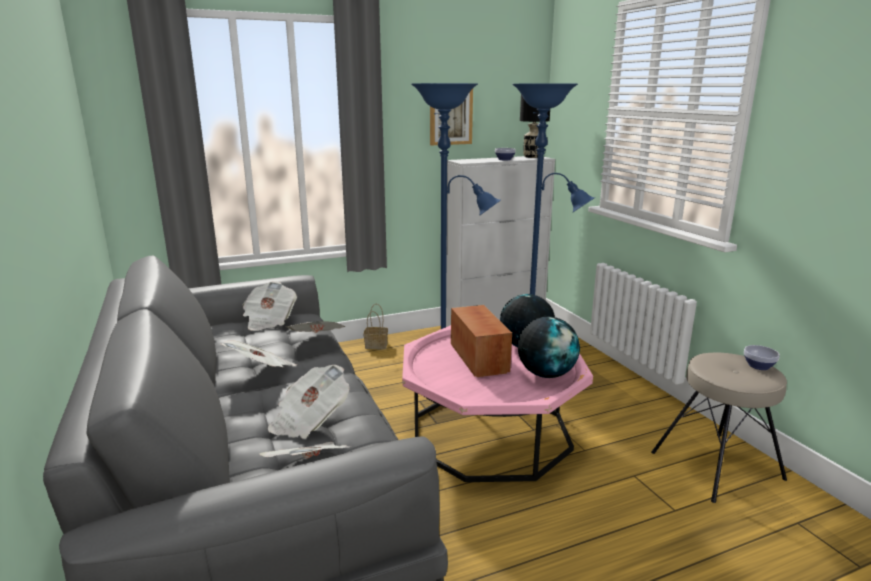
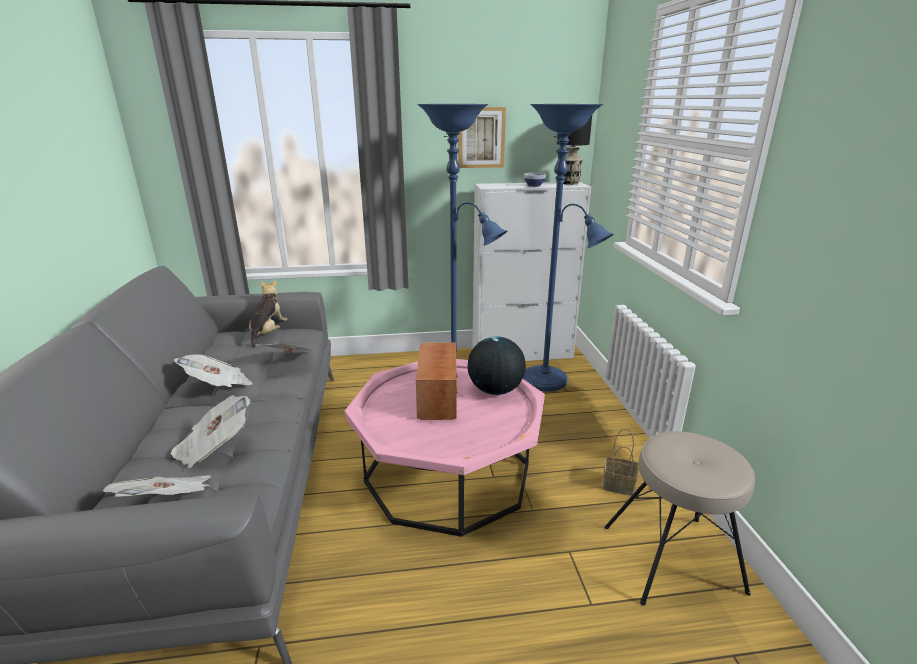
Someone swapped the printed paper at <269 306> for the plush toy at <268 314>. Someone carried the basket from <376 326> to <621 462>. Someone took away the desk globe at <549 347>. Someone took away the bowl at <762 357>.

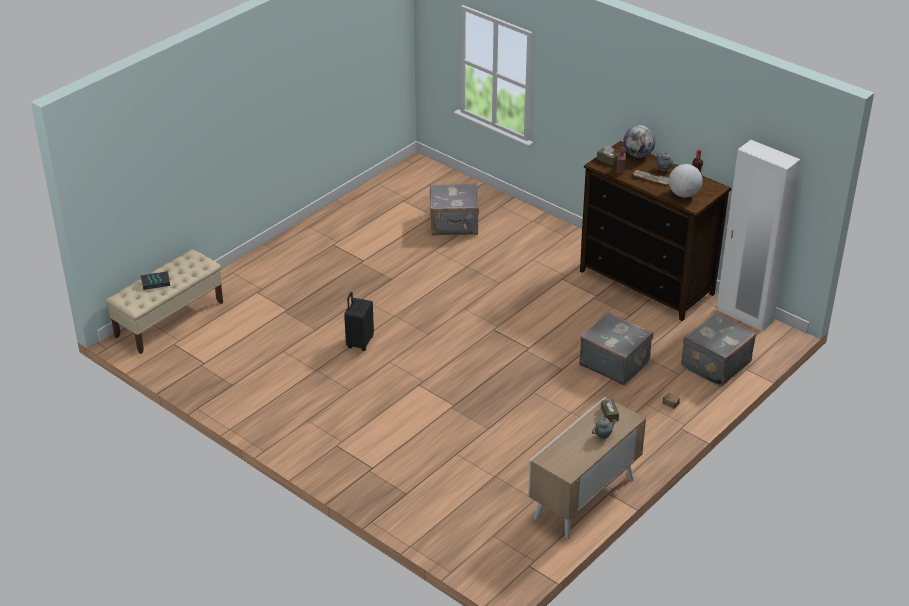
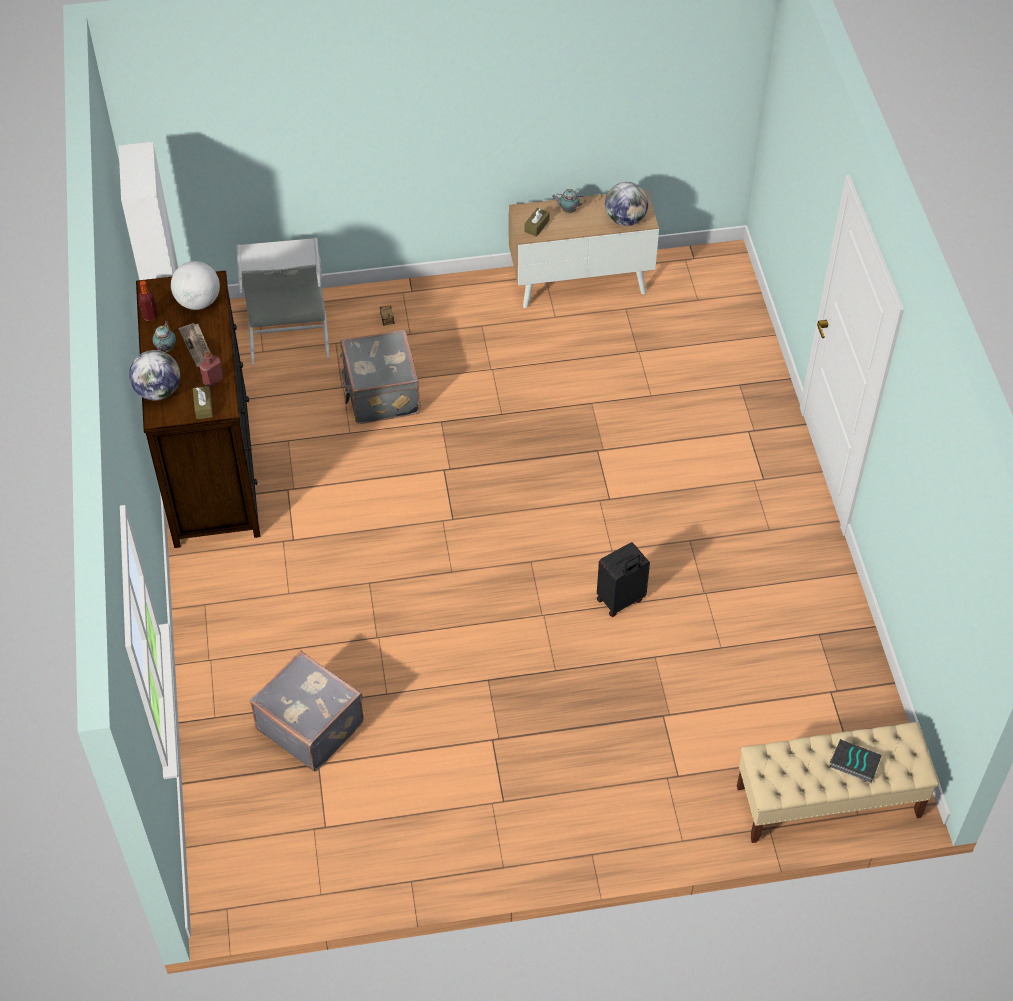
Someone swapped the greyish piece of luggage at <718 349> for the greyish washing basket at <282 301>. Someone put down the desk globe at <626 204>.

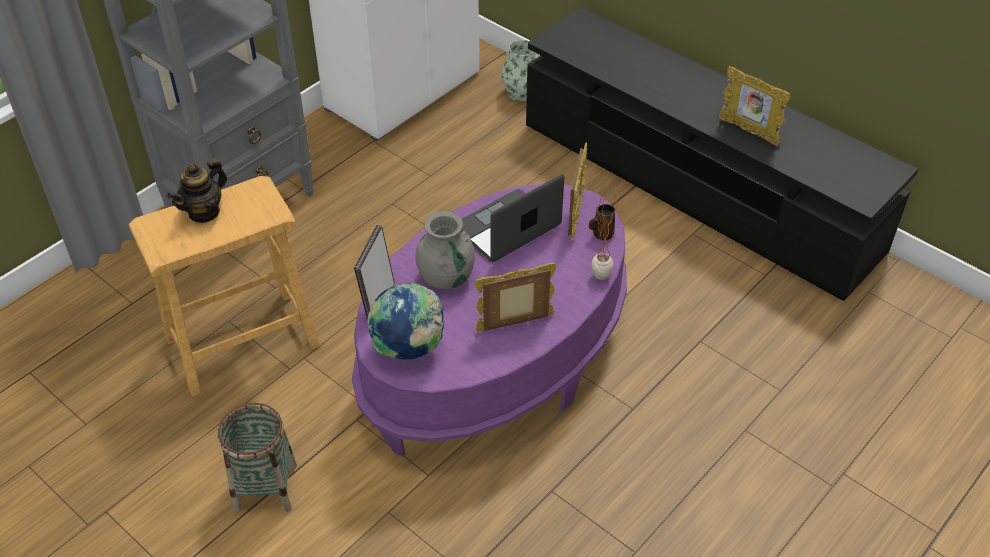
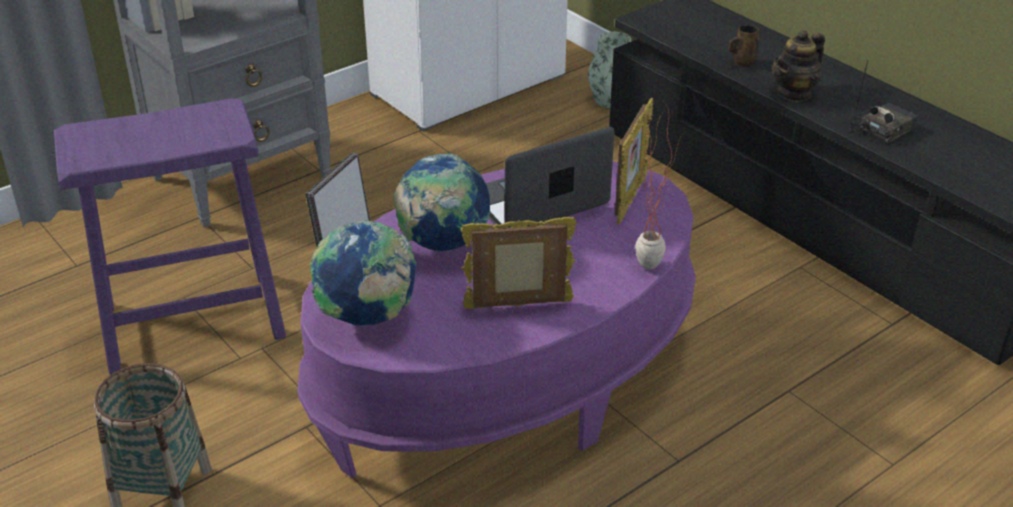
Someone swapped the standing frame at <755 106> for the radio set at <883 101>. Someone carried the tea pot from <197 190> to <799 66>. Someone repainted the beige-coloured stool at <224 286>, which became the purple-coloured stool at <170 236>. Someone carried the brown tea mug from <602 222> to <743 46>. Someone swapped the greyish decorative vase at <445 250> for the desk globe at <441 202>.

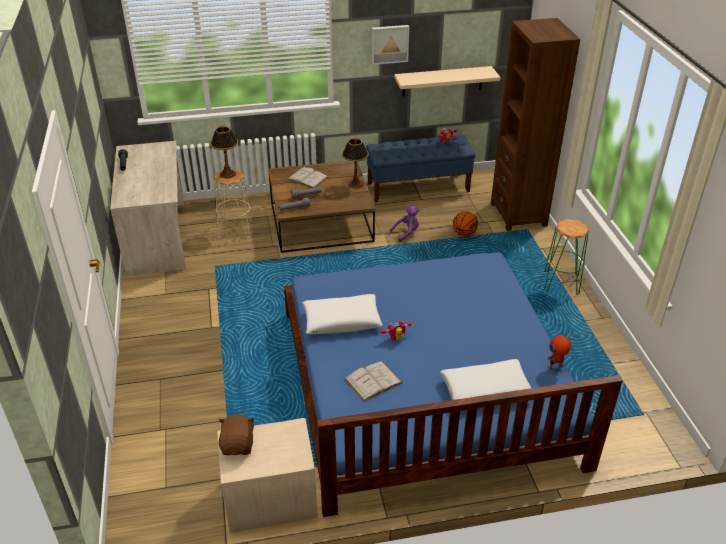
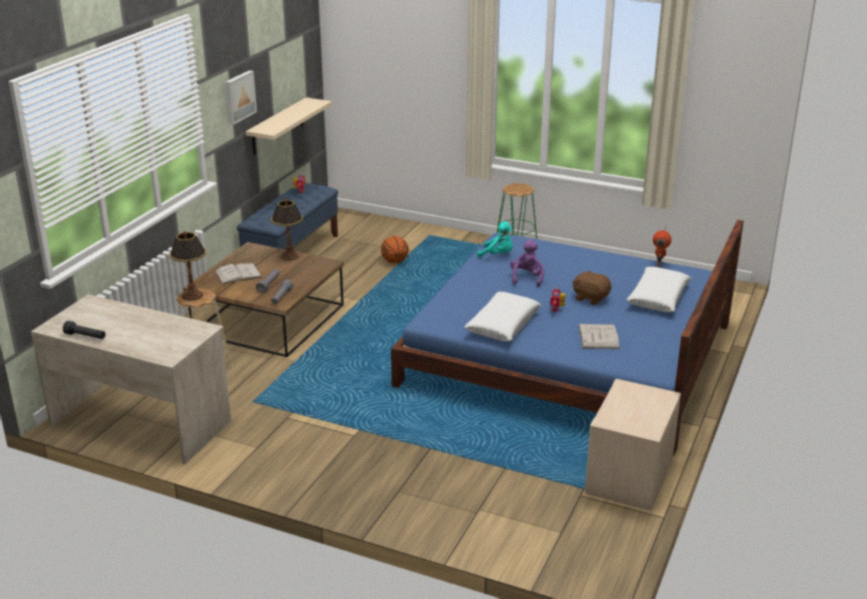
Someone took away the brown bookshelf at <535 124>. Someone carried the purple-coloured plush toy from <404 224> to <527 263>. Someone carried the brown plush toy from <236 434> to <591 287>. Someone put down the turquoise plush toy at <495 239>.

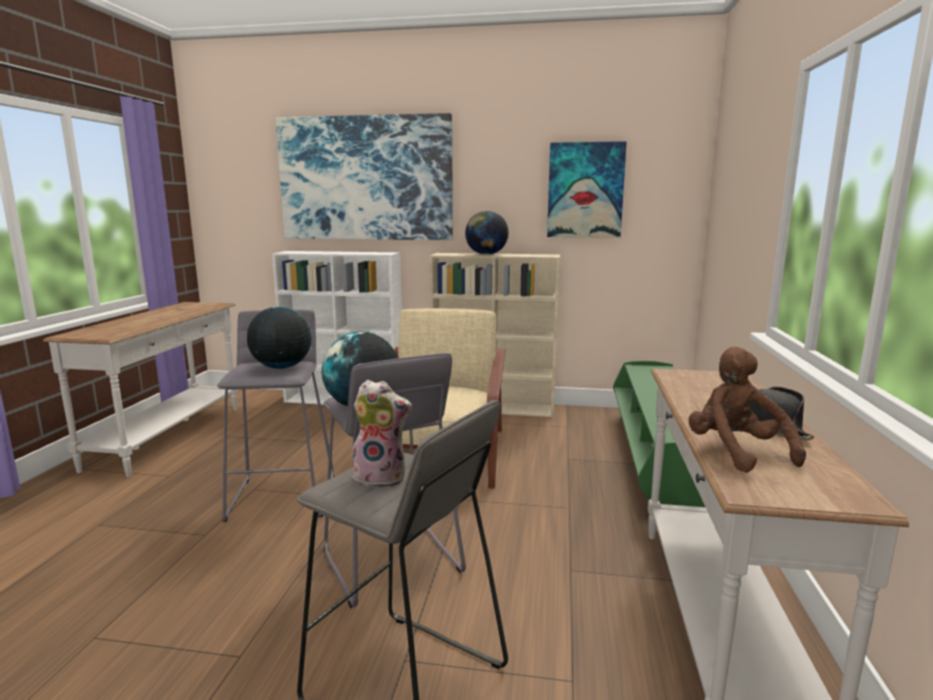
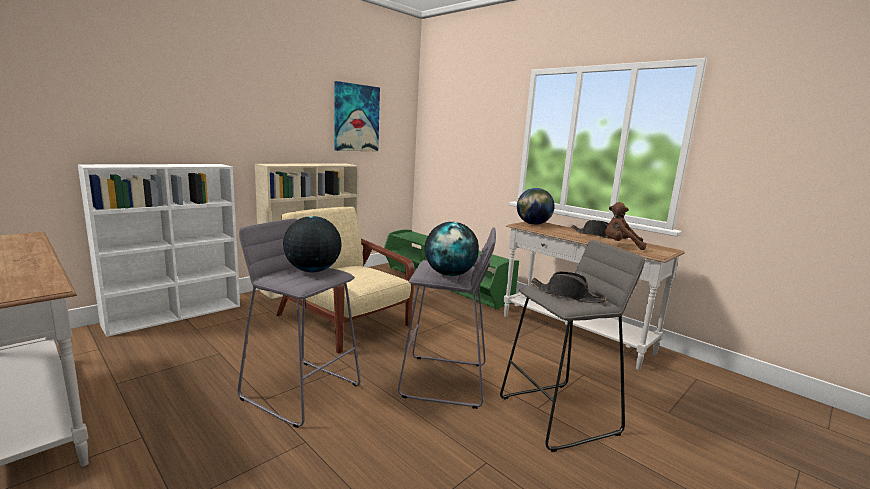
Someone took away the wall art at <364 176>. Someone carried the desk globe from <486 233> to <536 206>. Someone swapped the plush toy at <382 434> for the black-coloured hat at <569 287>.

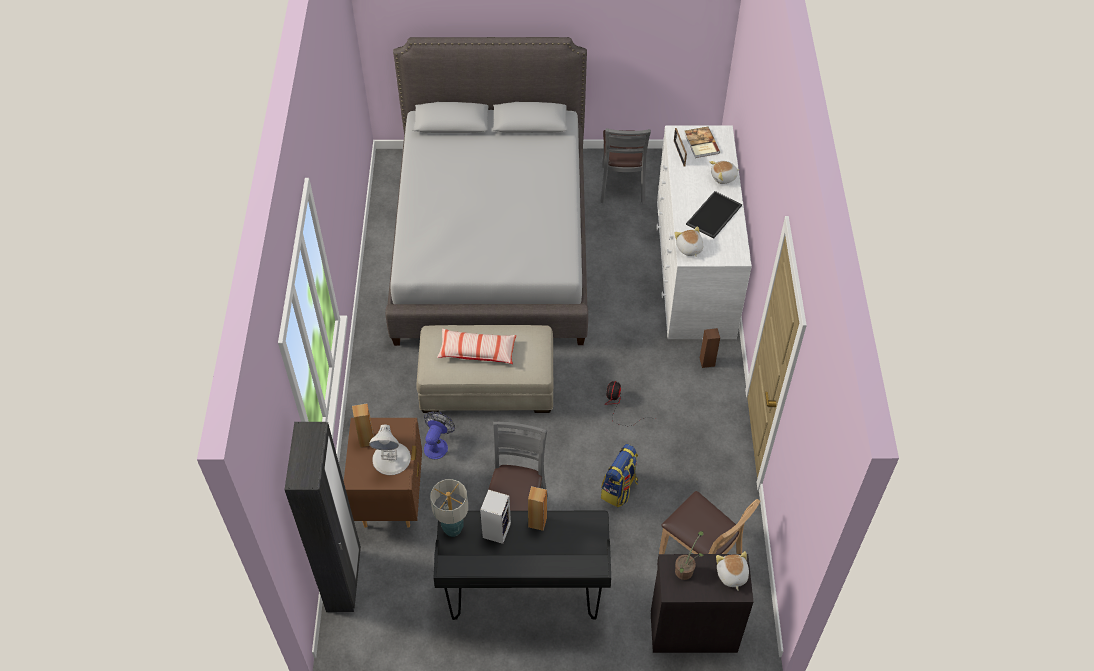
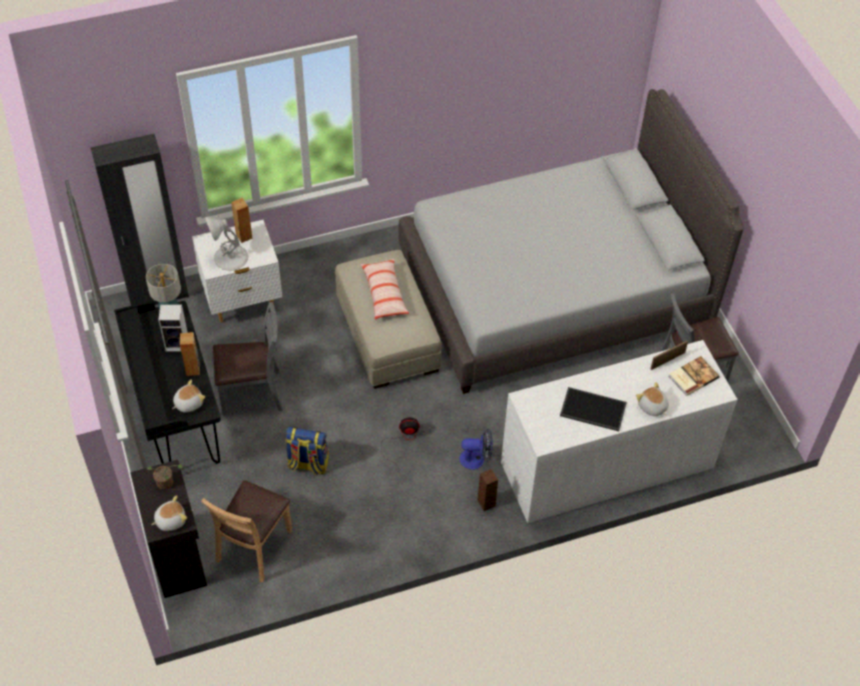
Someone carried the plush toy from <688 241> to <188 396>. Someone carried the electric fan from <439 435> to <476 449>. Someone repainted the brown nightstand at <383 473>, which became the white nightstand at <237 271>.

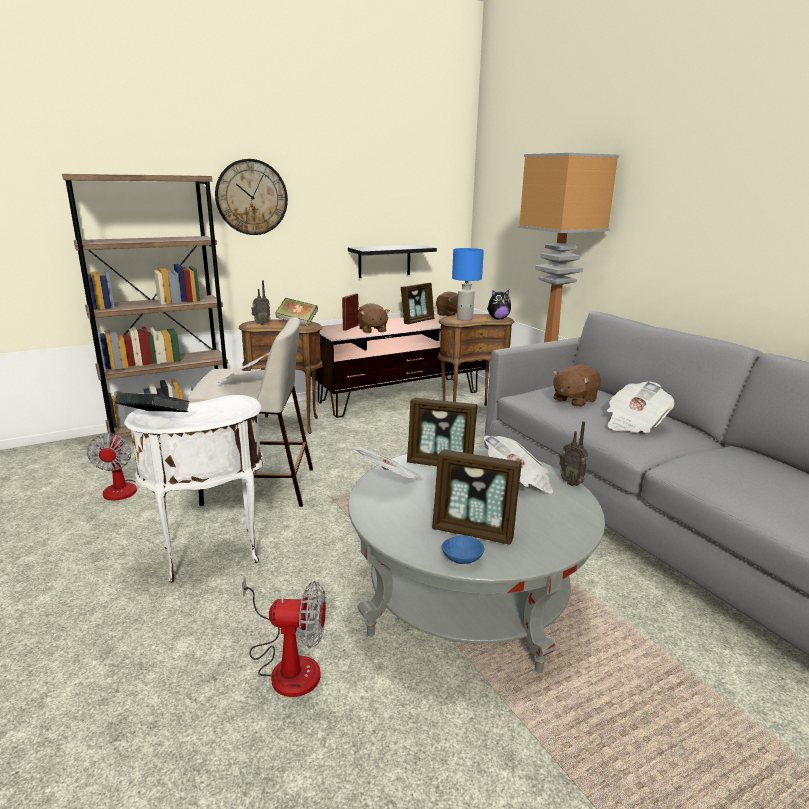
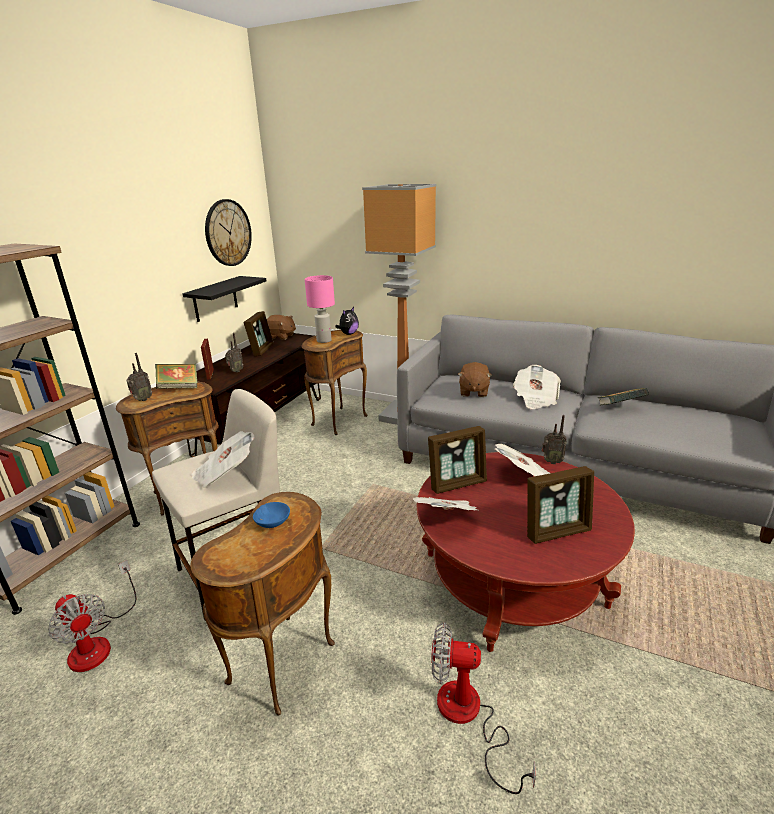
Someone carried the hanging clock from <251 197> to <228 232>. Someone repainted the bluish tabletop lamp at <468 284>, which became the pink tabletop lamp at <320 309>. Someone swapped the brown plush toy at <374 318> for the radio set at <234 352>. Someone carried the book from <152 402> to <623 396>. Someone repainted the white end table at <194 489>, which became the brown end table at <262 603>. Someone repainted the greyish coffee table at <476 560>, which became the reddish coffee table at <525 552>. Someone carried the bluish bowl from <463 549> to <271 515>. Someone rotated the electric fan at <284 637> by 135 degrees counterclockwise.

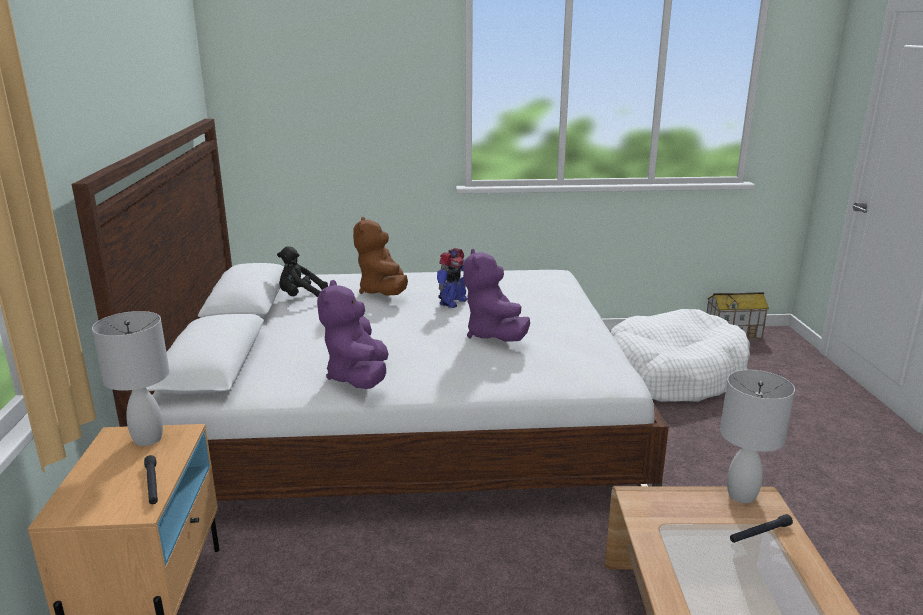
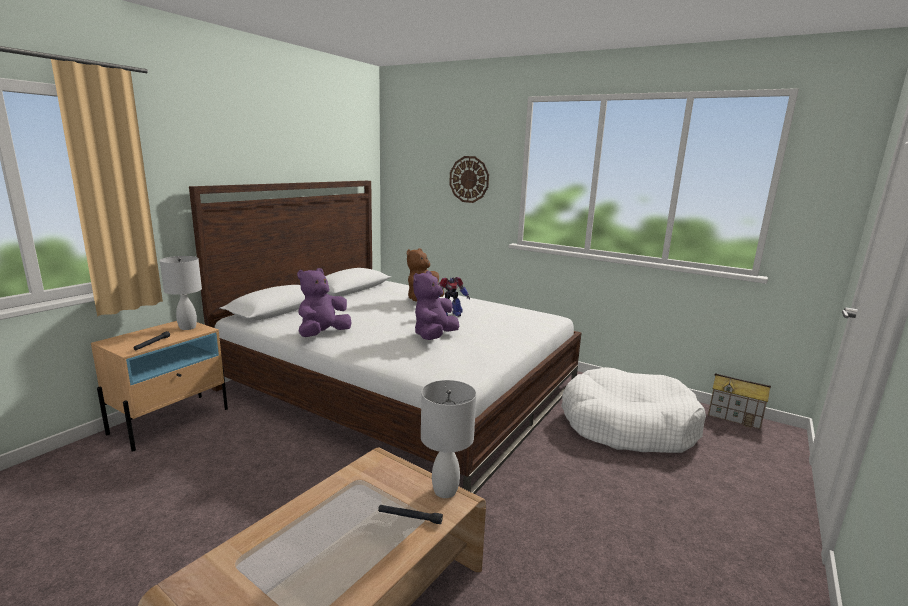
Someone took away the black-coloured plush toy at <302 271>. Someone put up the hanging clock at <469 179>.

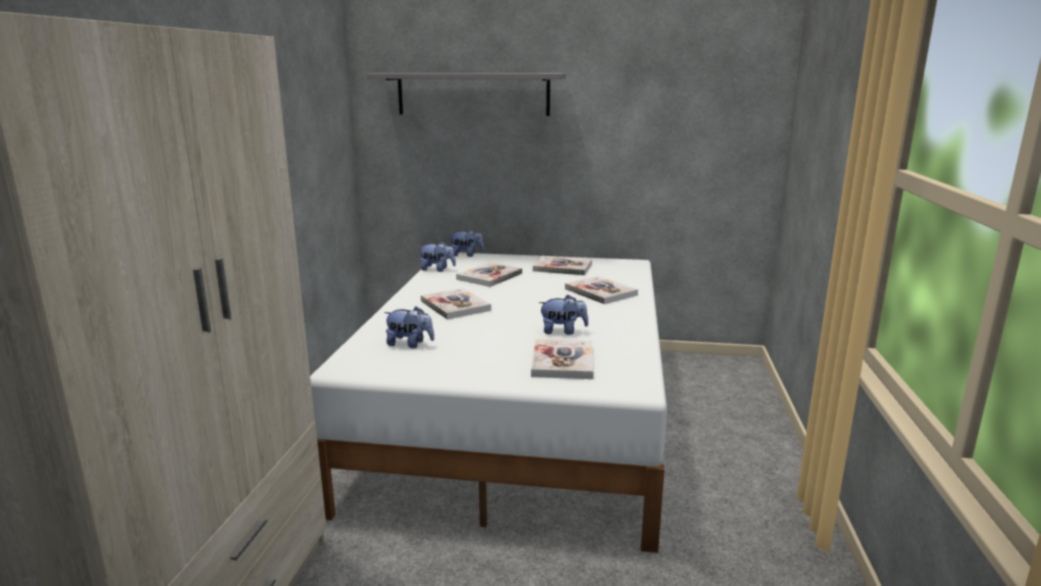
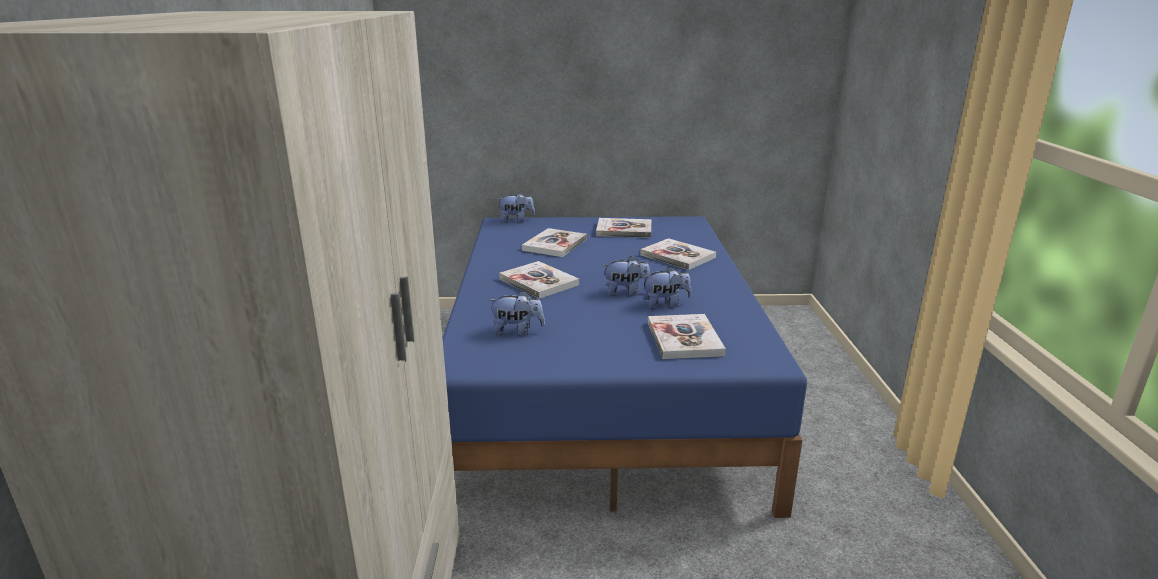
Someone took away the greyish shelf at <466 94>. Someone carried the plush toy from <437 257> to <626 276>. Someone repainted the white bedroom bed at <488 403>, which became the bluish bedroom bed at <624 367>.

